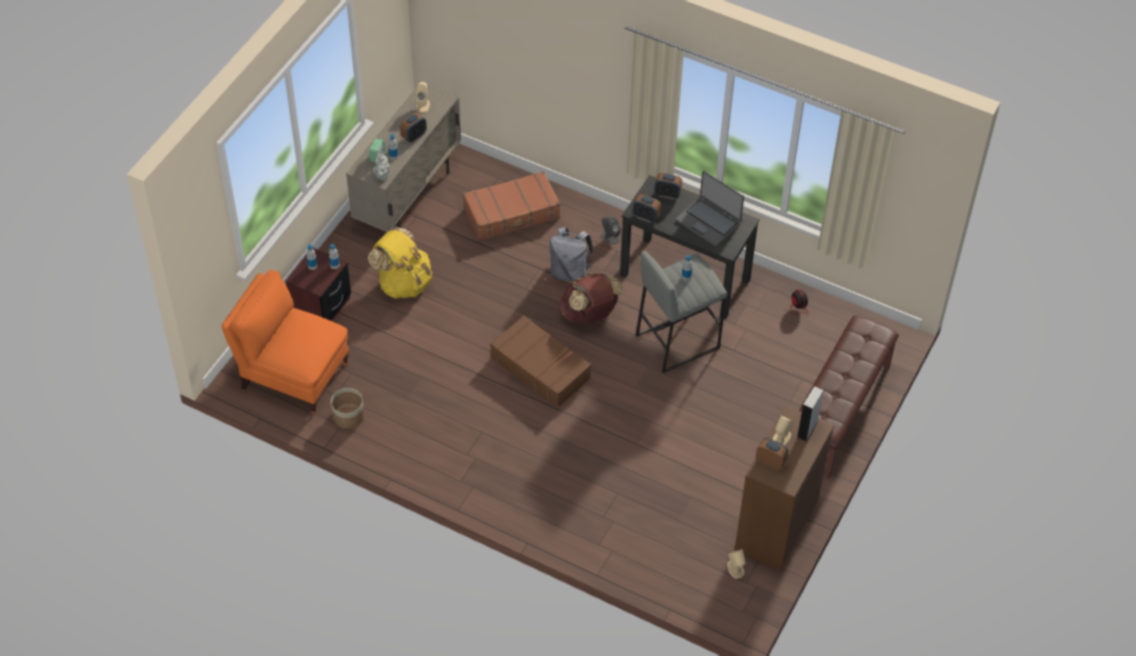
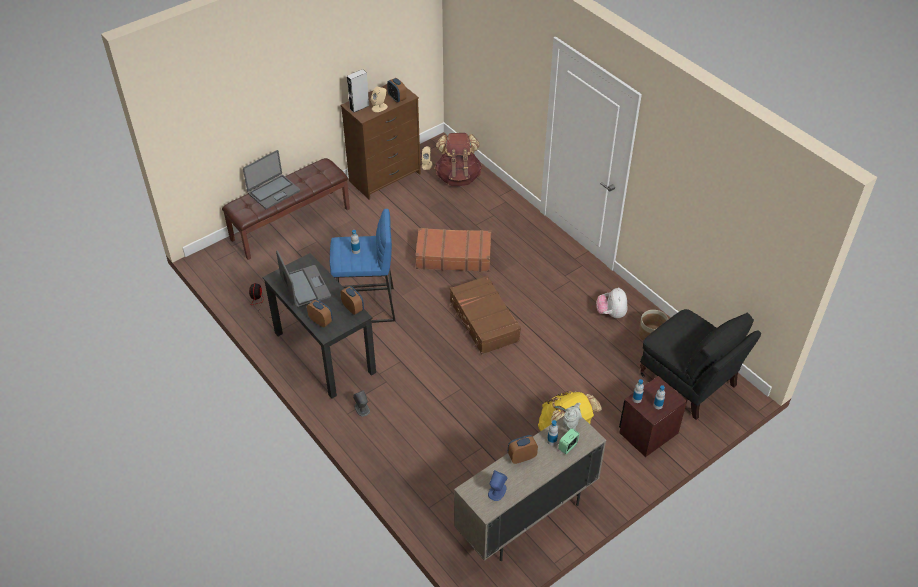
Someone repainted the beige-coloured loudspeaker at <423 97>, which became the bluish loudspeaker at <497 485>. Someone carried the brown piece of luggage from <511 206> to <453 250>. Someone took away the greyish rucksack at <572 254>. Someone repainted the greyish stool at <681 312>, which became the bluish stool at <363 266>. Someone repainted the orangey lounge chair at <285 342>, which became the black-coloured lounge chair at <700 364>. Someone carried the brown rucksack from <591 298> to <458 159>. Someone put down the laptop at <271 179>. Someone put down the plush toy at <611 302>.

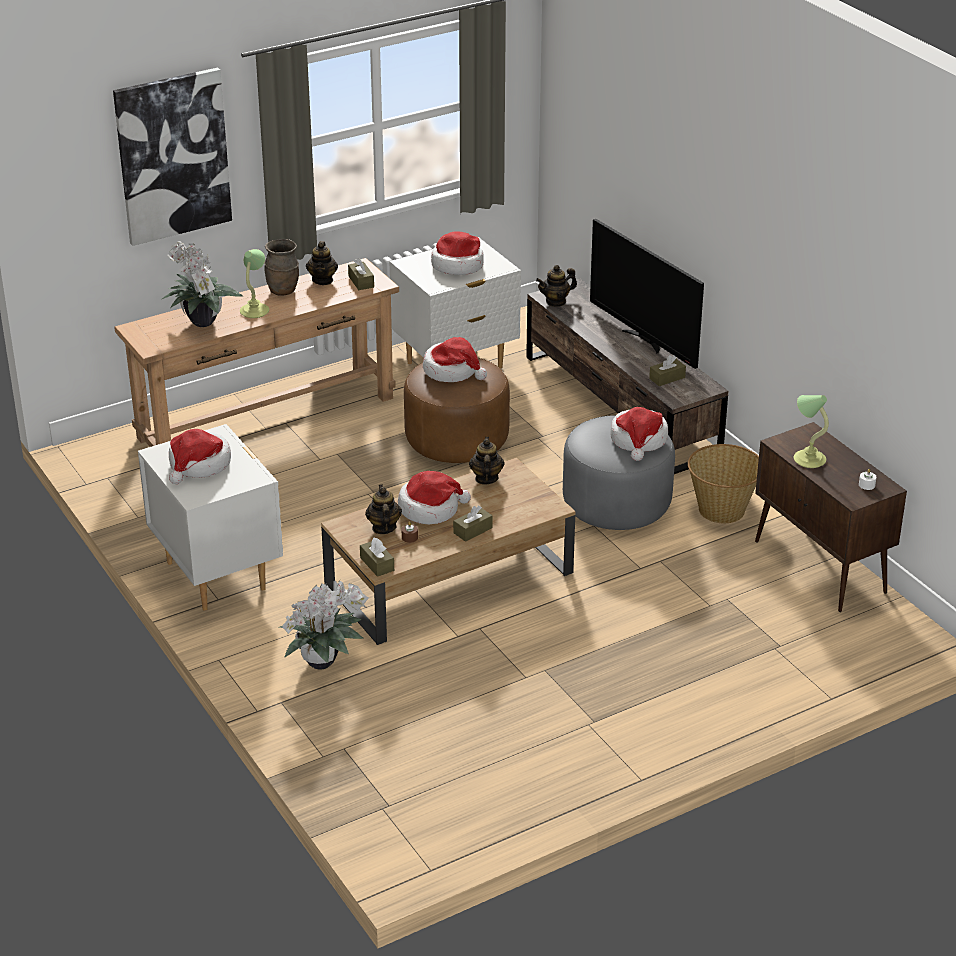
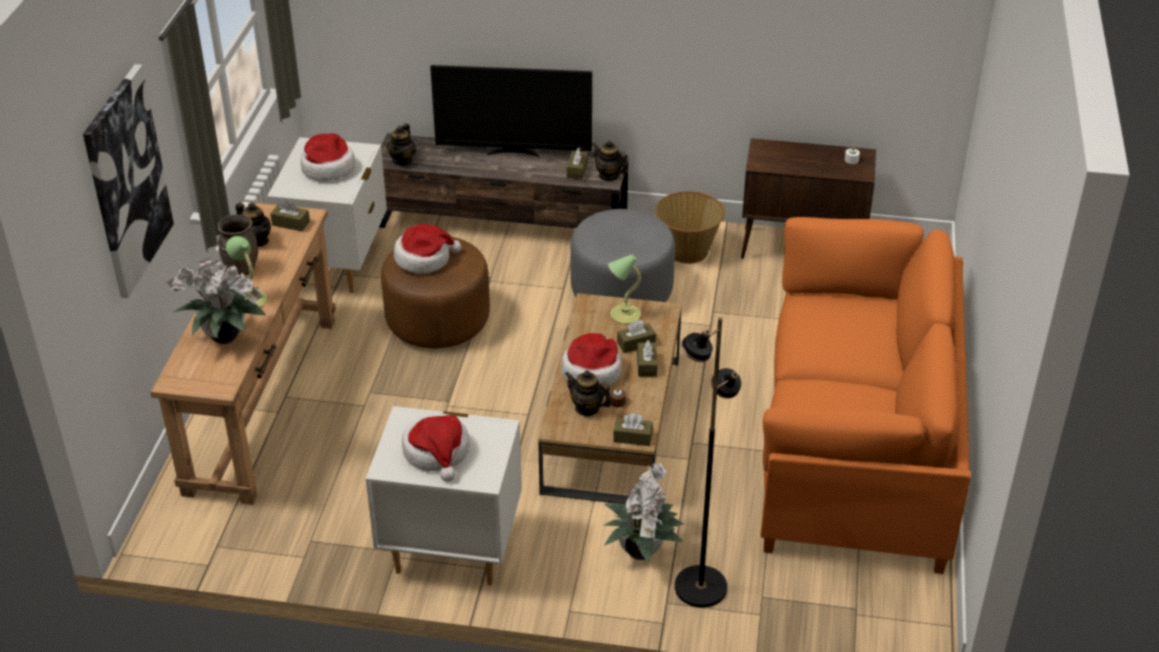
Someone carried the tabletop lamp from <811 431> to <624 289>. Someone took away the hat at <639 434>. Someone carried the tea pot from <487 461> to <610 161>. Someone put down the orangey sofa at <865 395>. Someone put down the black-coloured standard lamp at <708 462>. Someone put down the brown tissue holder at <636 336>.

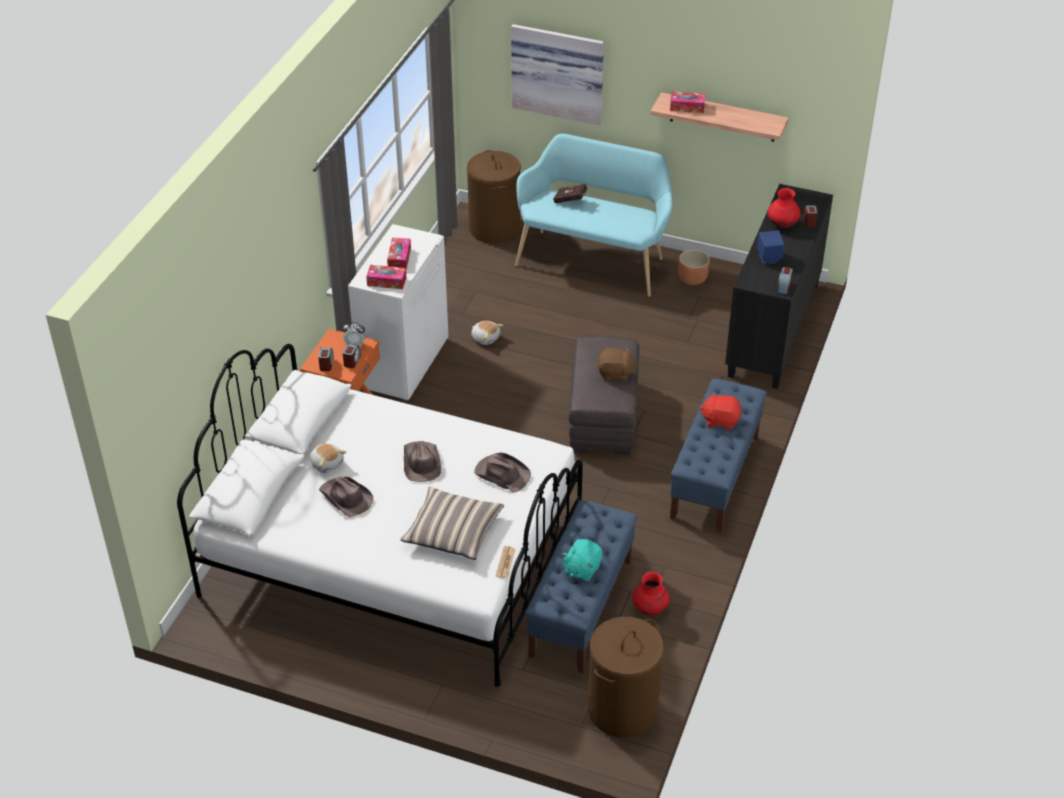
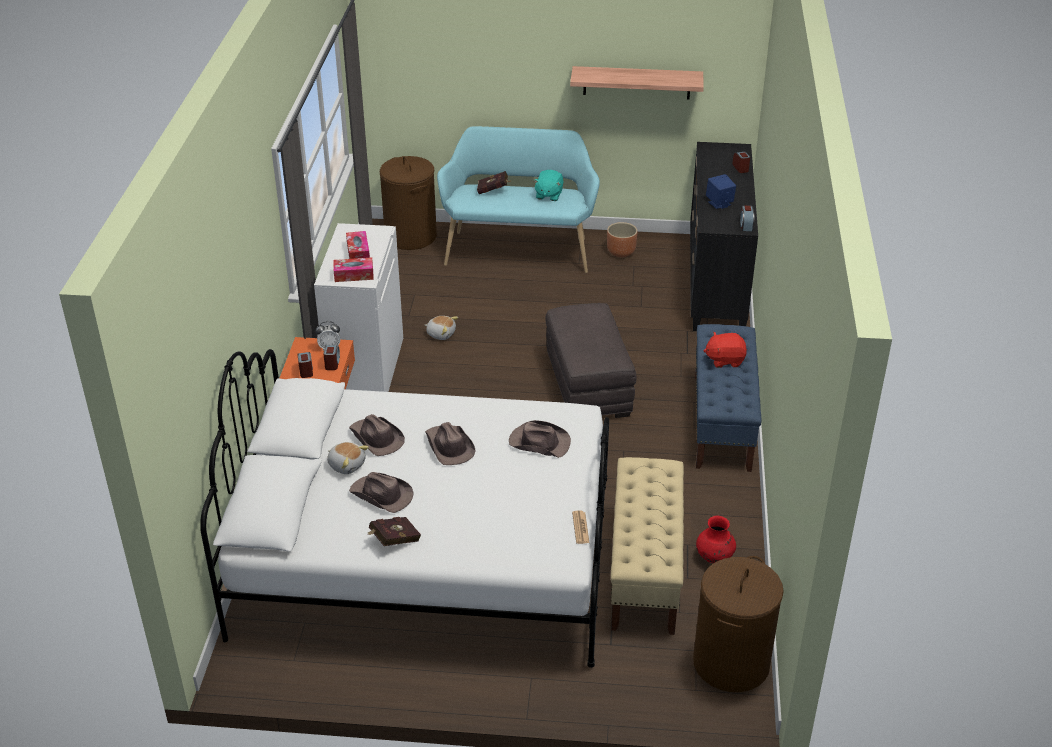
Someone took away the wall art at <557 75>. Someone took away the tissue holder at <687 102>. Someone took away the reddish decorative vase at <784 208>. Someone took away the brown plush toy at <617 365>. Someone took away the pillow at <452 523>. Someone repainted the bluish long seat at <581 586>, which became the beige-coloured long seat at <647 546>. Someone carried the turquoise plush toy from <582 560> to <548 185>. Someone put down the brown hat at <377 435>. Someone put down the reddish book at <394 531>.

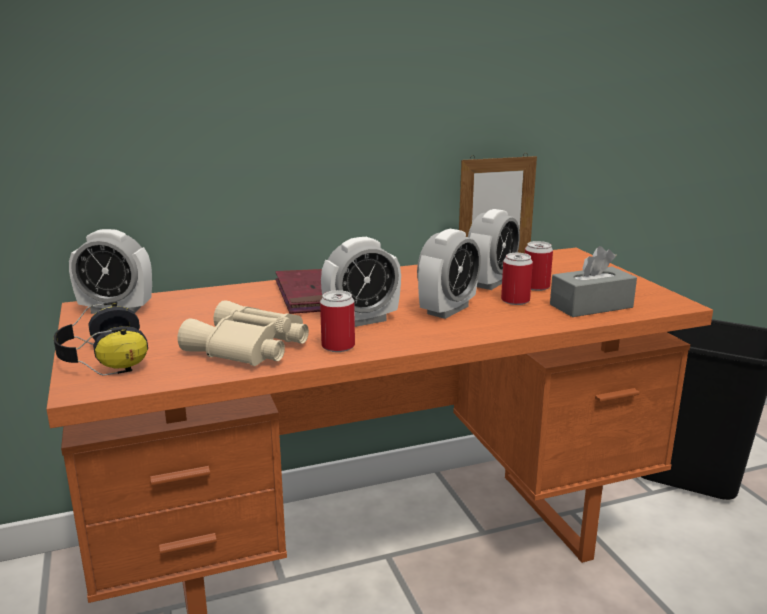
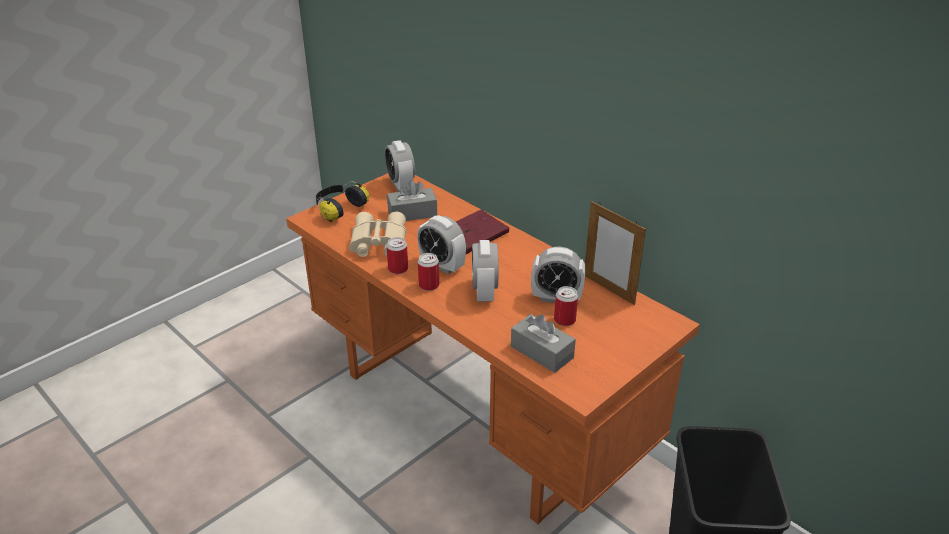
Someone rotated the alarm clock at <449 274> by 75 degrees clockwise. Someone carried the can from <517 279> to <428 272>. Someone put down the greyish tissue holder at <412 200>.

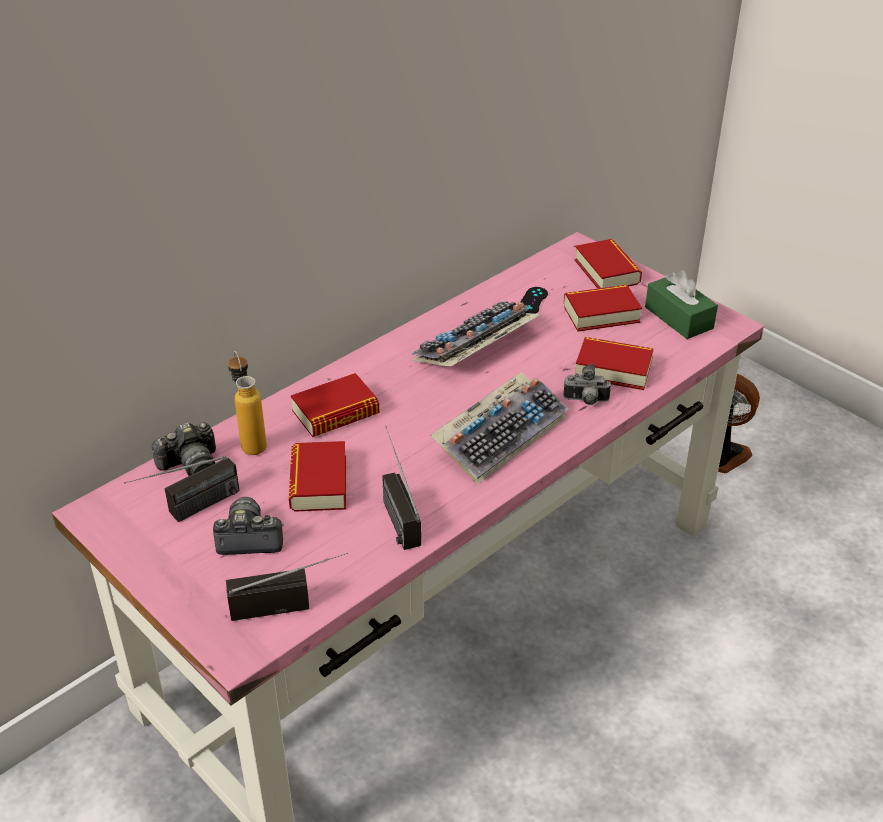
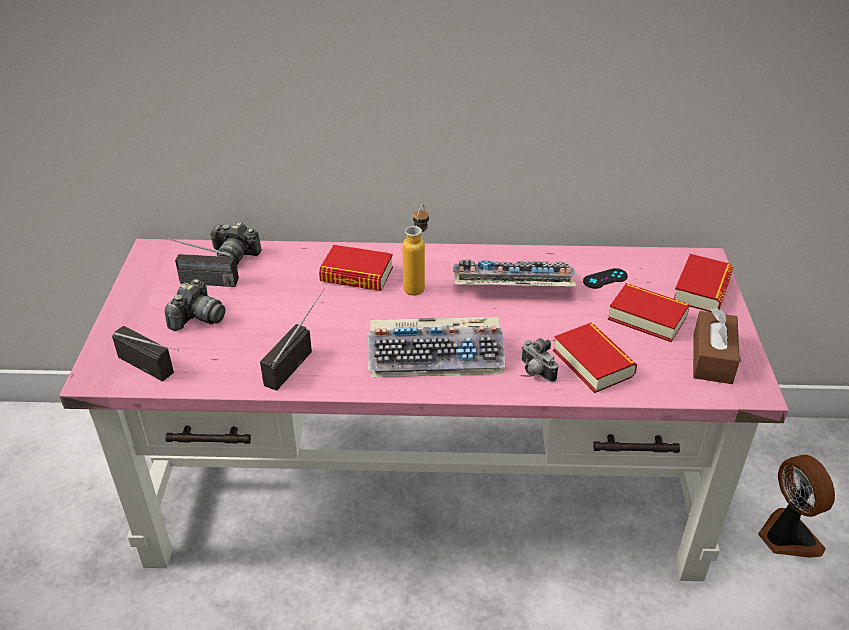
Someone repainted the green-coloured tissue holder at <681 304>, which became the brown tissue holder at <716 346>. Someone carried the beverage bottle from <247 403> to <415 250>. Someone took away the book at <317 476>. Someone rotated the still camera at <248 526> by 75 degrees clockwise.

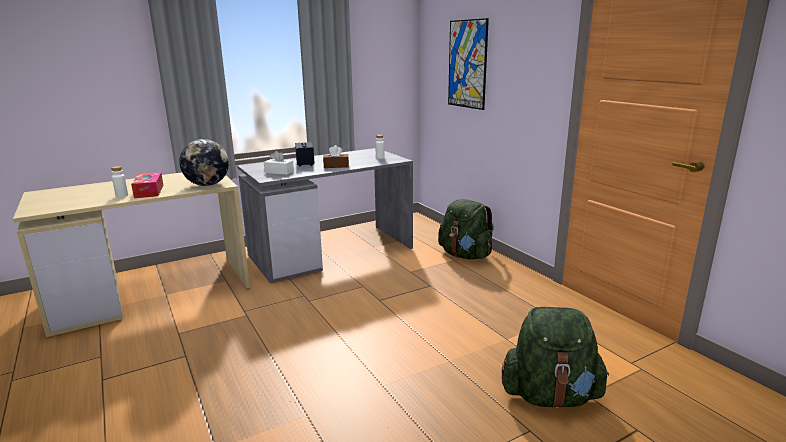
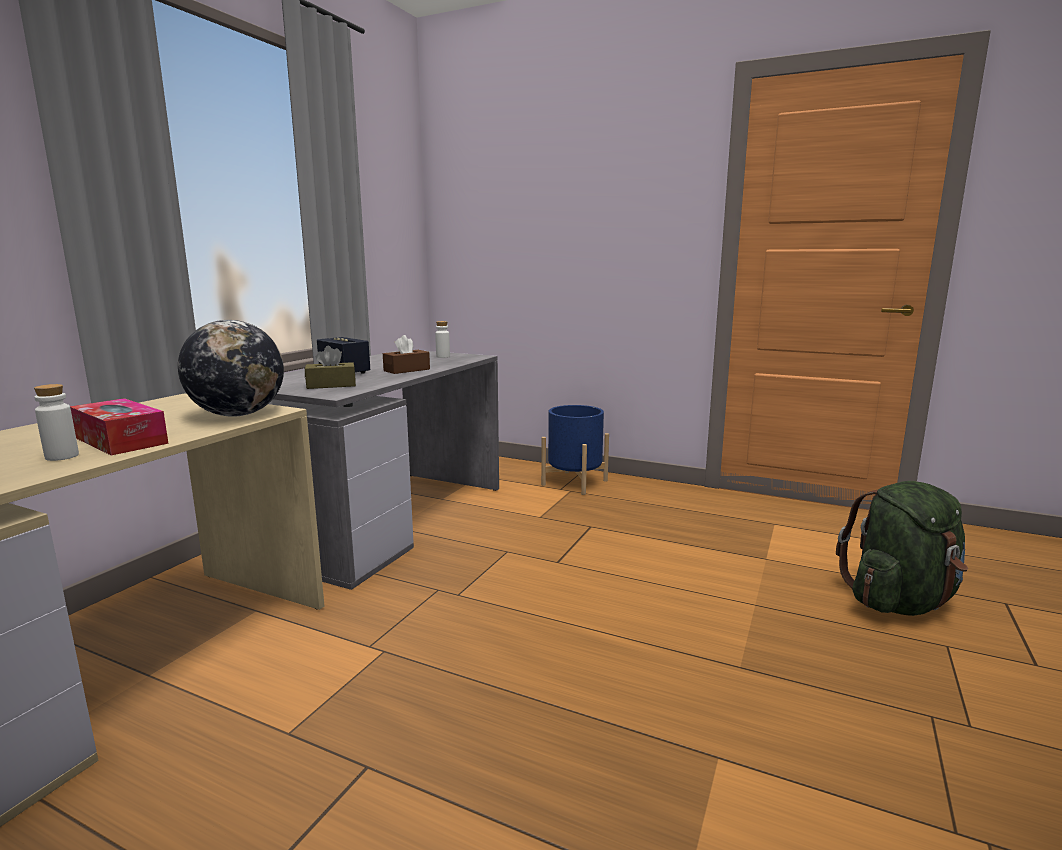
Someone took away the wall art at <468 64>. Someone repainted the white tissue holder at <279 163>, which became the brown tissue holder at <330 367>. Someone swapped the green-coloured rucksack at <466 229> for the bluish plant pot at <575 450>.

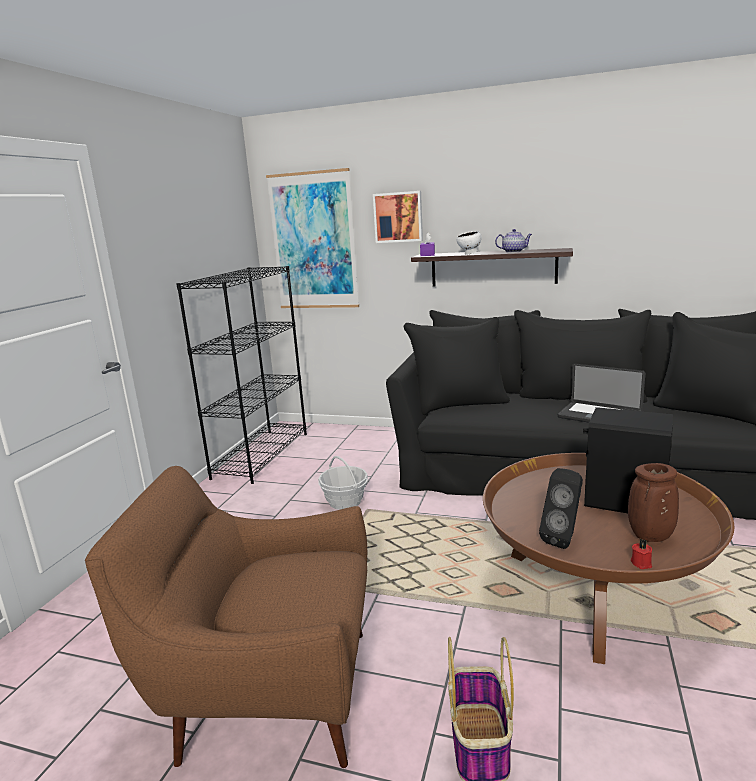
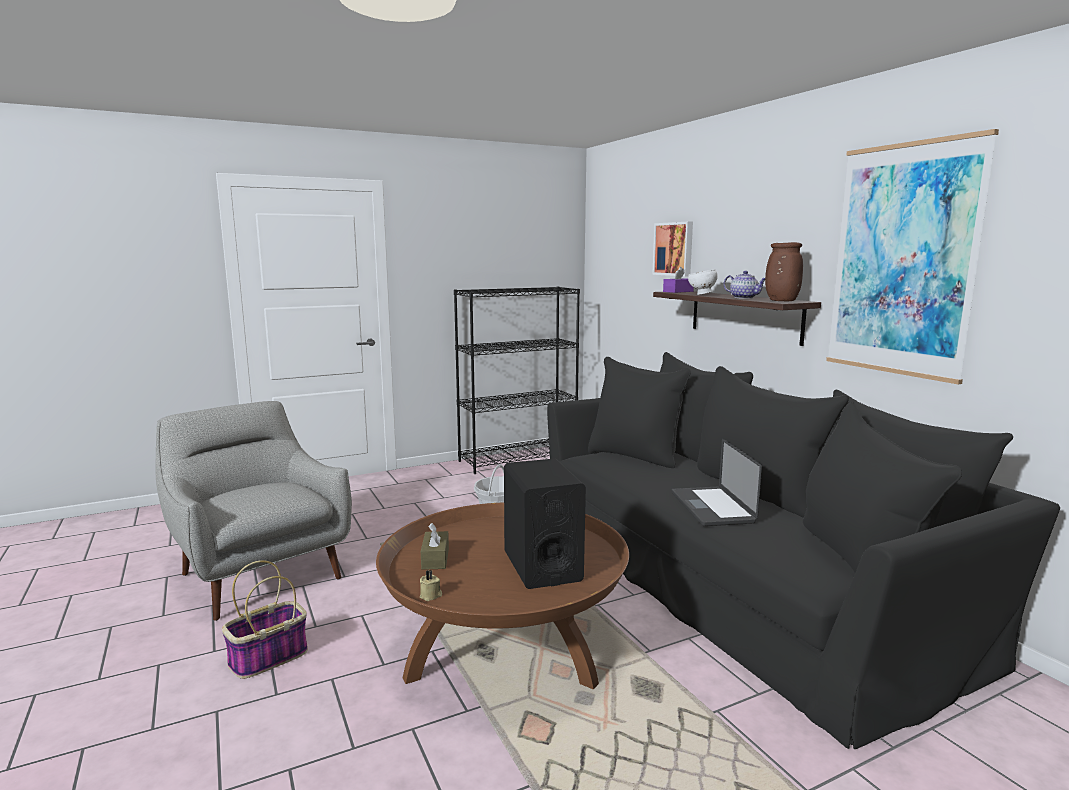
Someone carried the wall art from <312 238> to <912 256>. Someone carried the brown decorative vase from <653 502> to <784 271>. Someone repainted the brown lounge chair at <226 617>, which became the greyish lounge chair at <254 511>. Someone swapped the black-coloured loudspeaker at <561 508> for the brown tissue holder at <435 546>. Someone repainted the reddish wax light at <641 554>, which became the beige-coloured wax light at <431 585>.

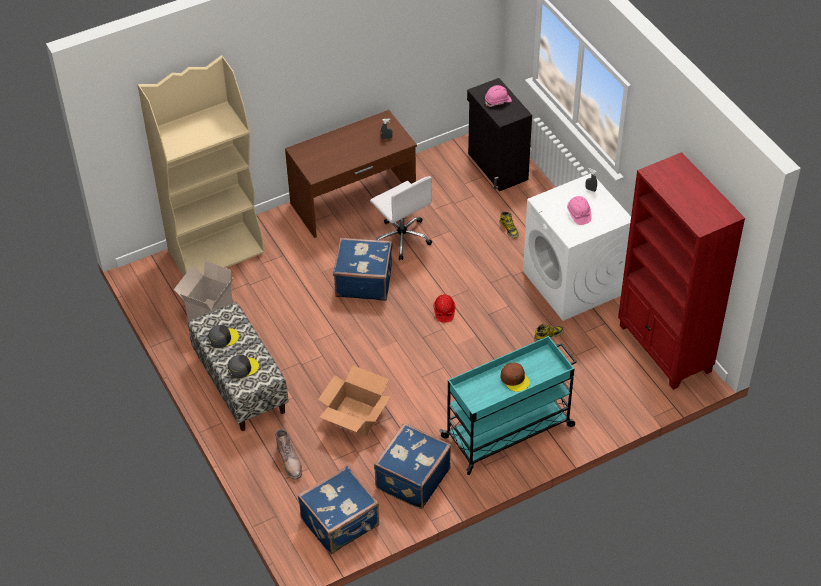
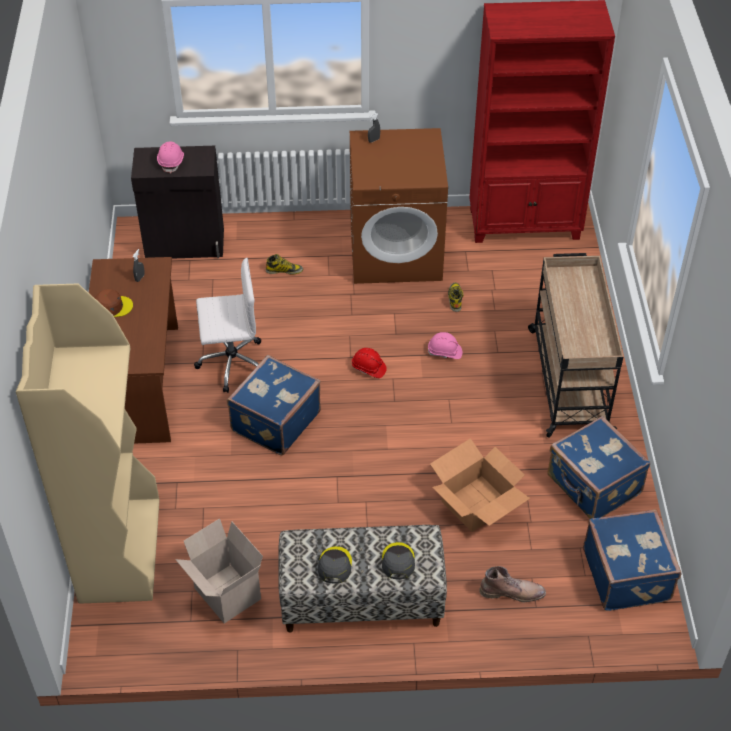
Someone repainted the white laundry appliance at <577 247>, which became the brown laundry appliance at <399 206>. Someone carried the pink work helmet from <579 210> to <444 345>. Someone repainted the turquoise wheeled cart at <508 405>, which became the beige-coloured wheeled cart at <575 345>. Someone carried the brown peaked cap from <515 377> to <114 303>.

